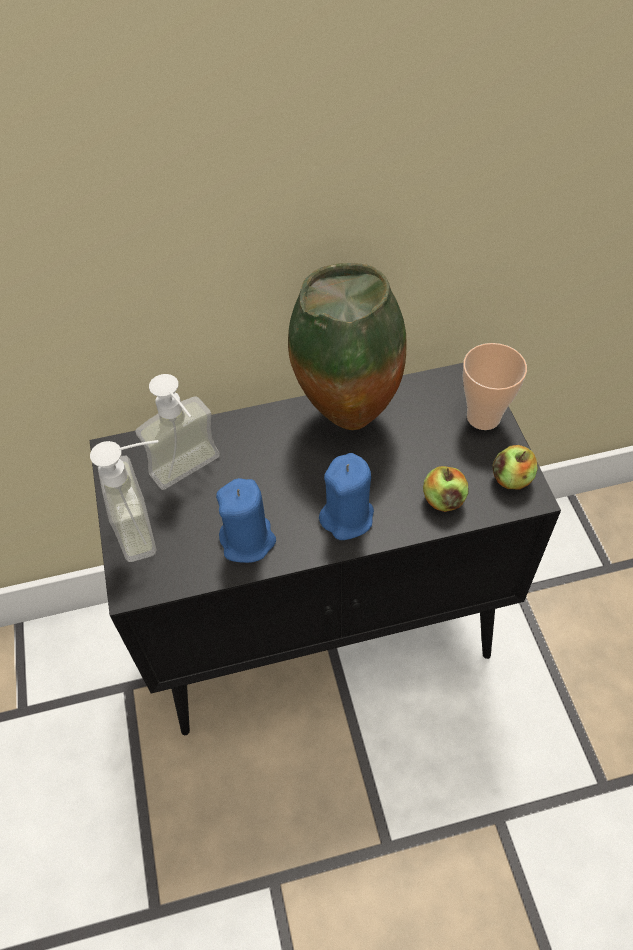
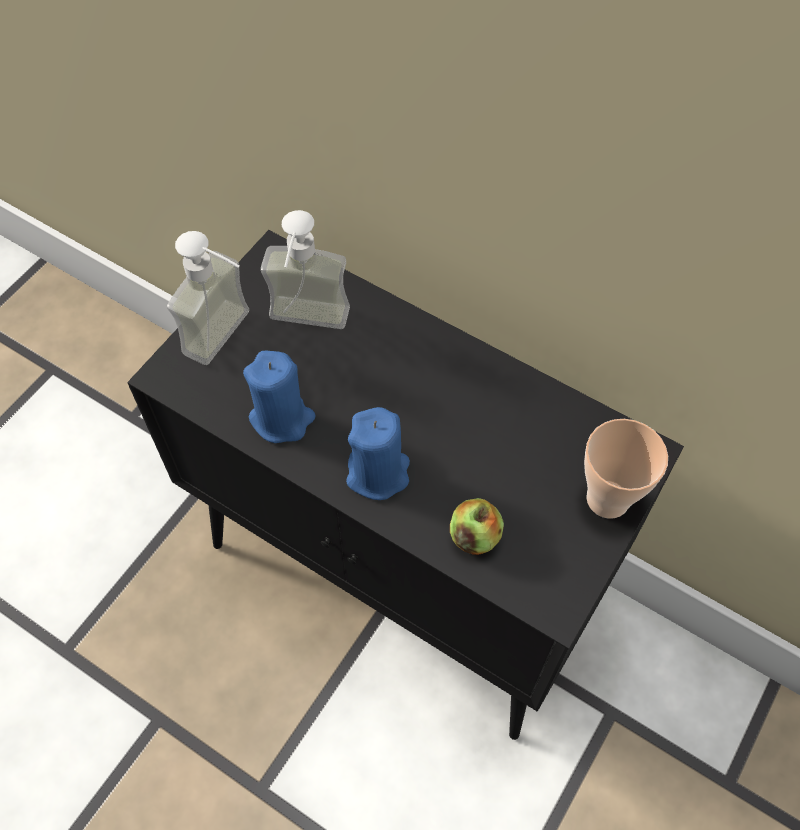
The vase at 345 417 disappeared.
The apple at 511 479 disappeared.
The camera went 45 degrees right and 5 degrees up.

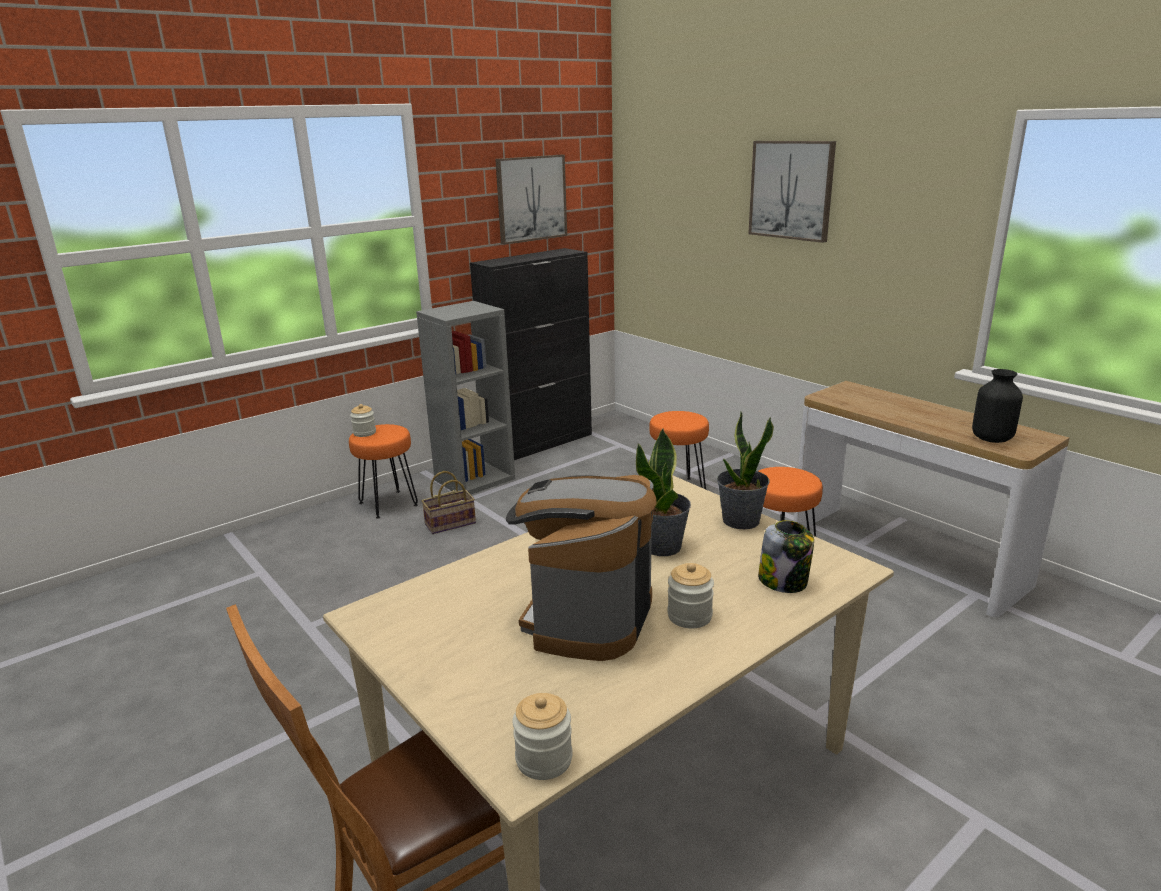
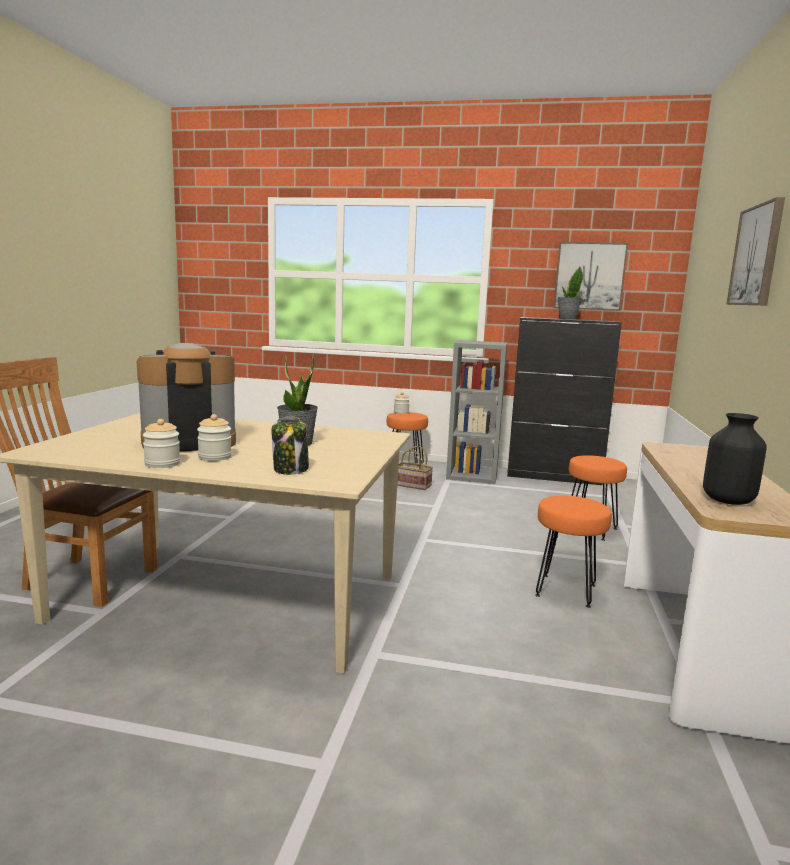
The jar moved from 544 759 to 162 464.
The potted plant moved from 740 521 to 567 319.
The camera went 50 degrees right and 10 degrees down.

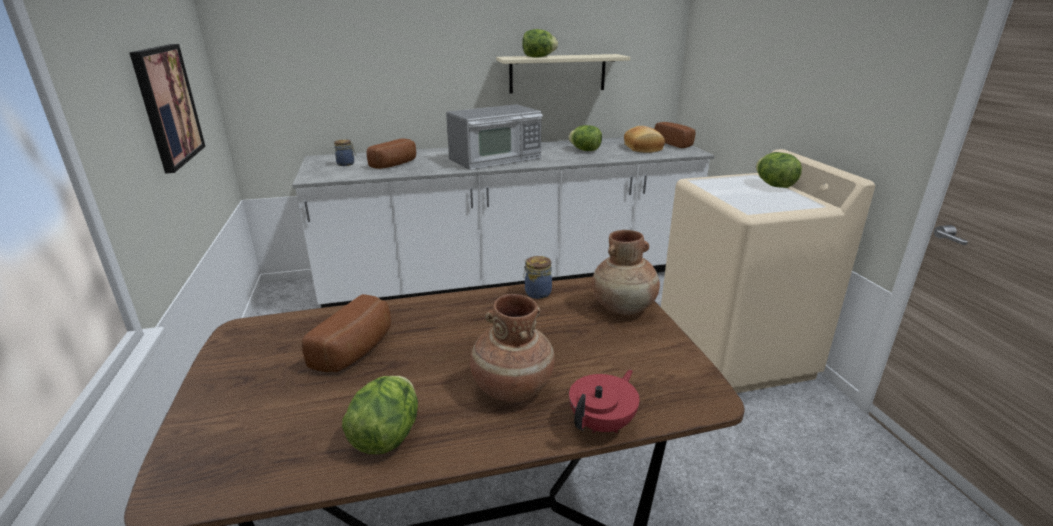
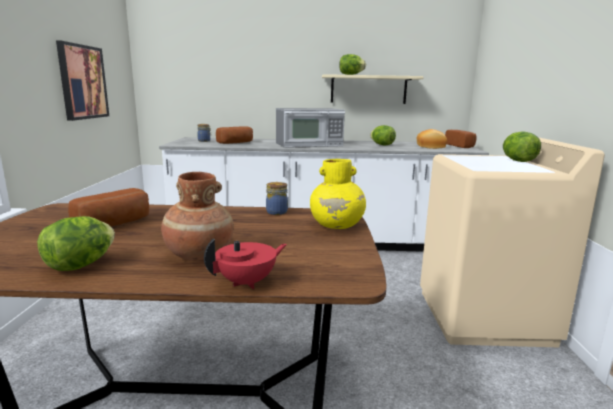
The brownish vase at 624 307 became the yellowish vase at 337 225.
The camera went 15 degrees right and 10 degrees down.

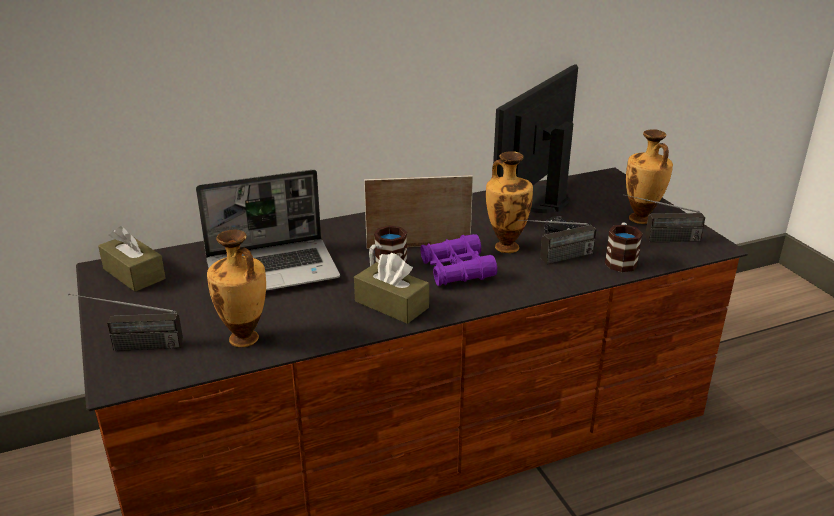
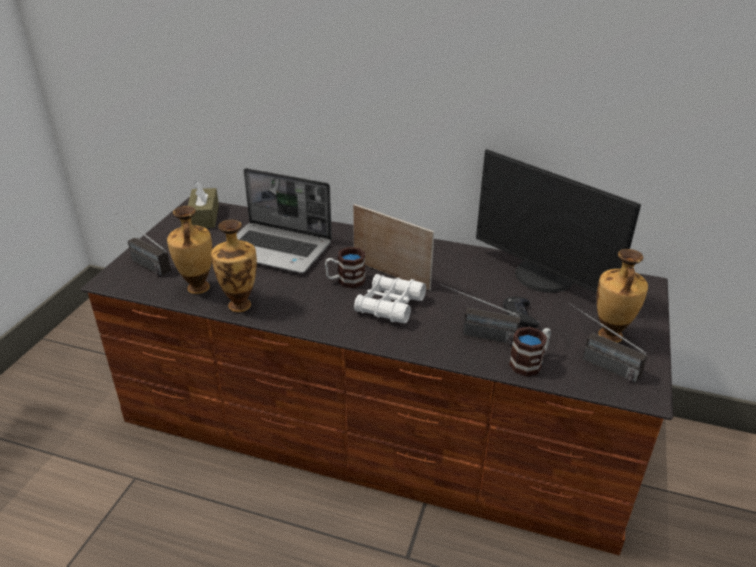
The vase moved from 505 246 to 240 304.
The purple-coloured pair of binoculars at 456 269 became the white-coloured pair of binoculars at 389 305.
The computer display at 537 199 turned 120 degrees counterclockwise.
The brownish box of tissues at 391 304 disappeared.
The camera went 40 degrees right and 5 degrees up.

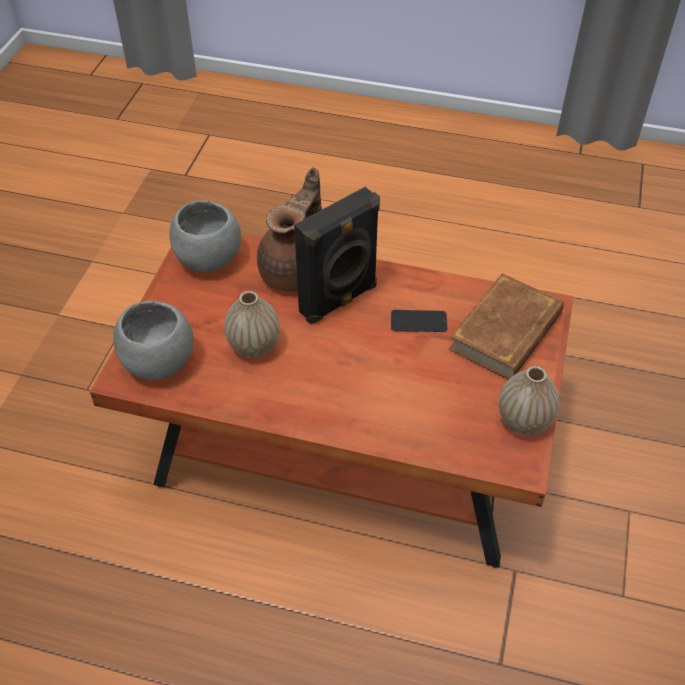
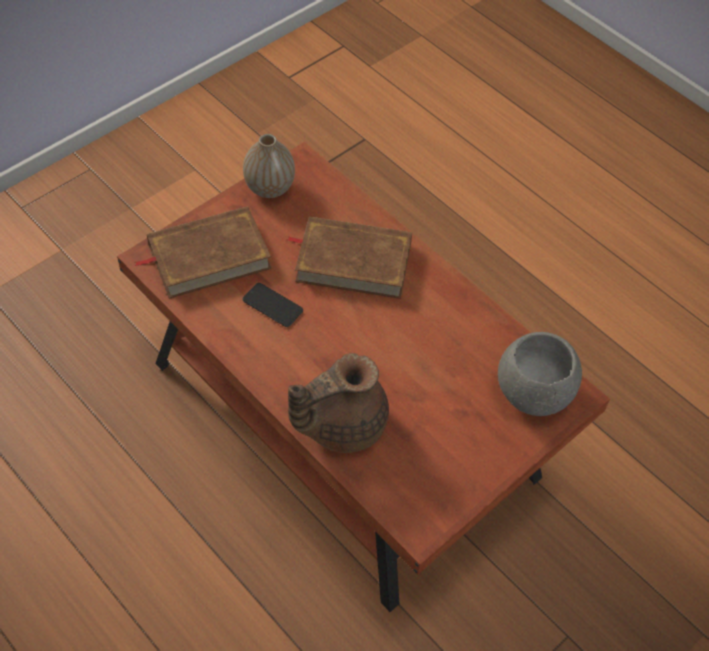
The brownish volume at 353 261 appeared.
The greyish deep dish at 208 260 disappeared.
The vase at 254 346 disappeared.
The black-coloured speaker at 340 300 disappeared.
The camera went 150 degrees left and 5 degrees up.

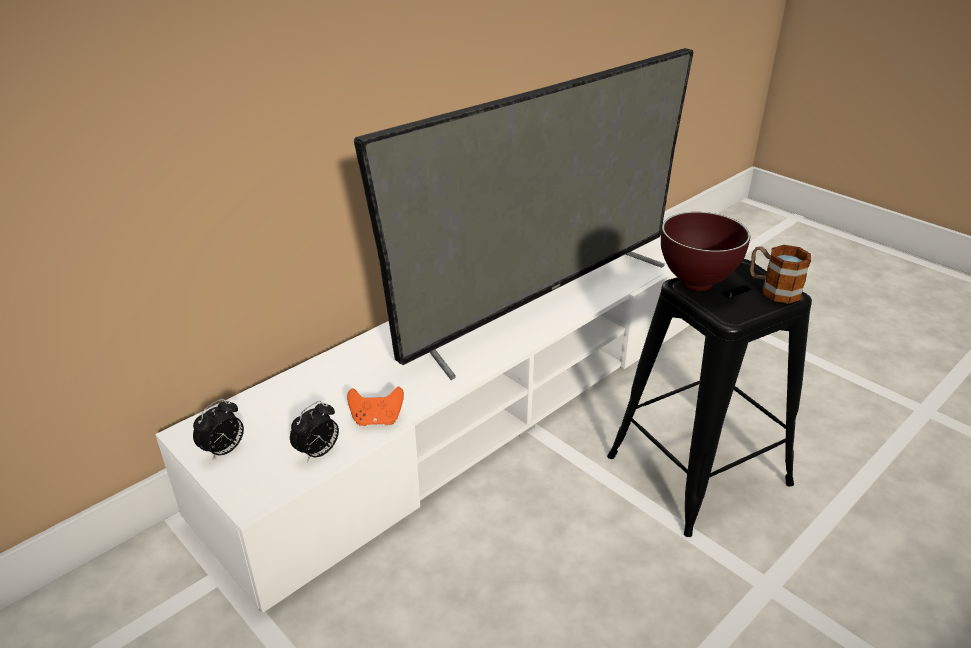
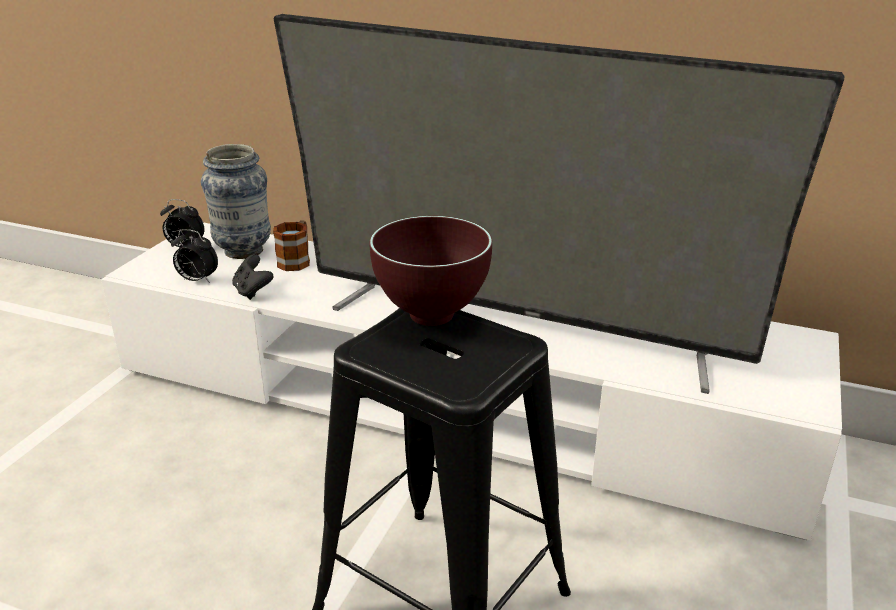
The vase at 243 251 appeared.
The orange-coloured game controller at 377 419 became the black-coloured game controller at 253 291.
The tea mug moved from 773 289 to 296 260.
The camera went 65 degrees right and 5 degrees down.

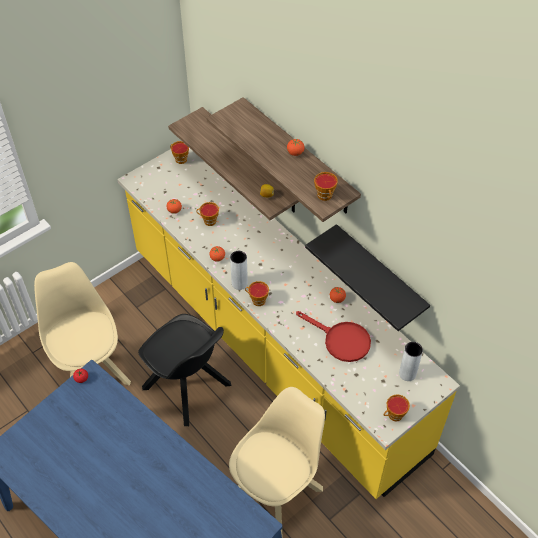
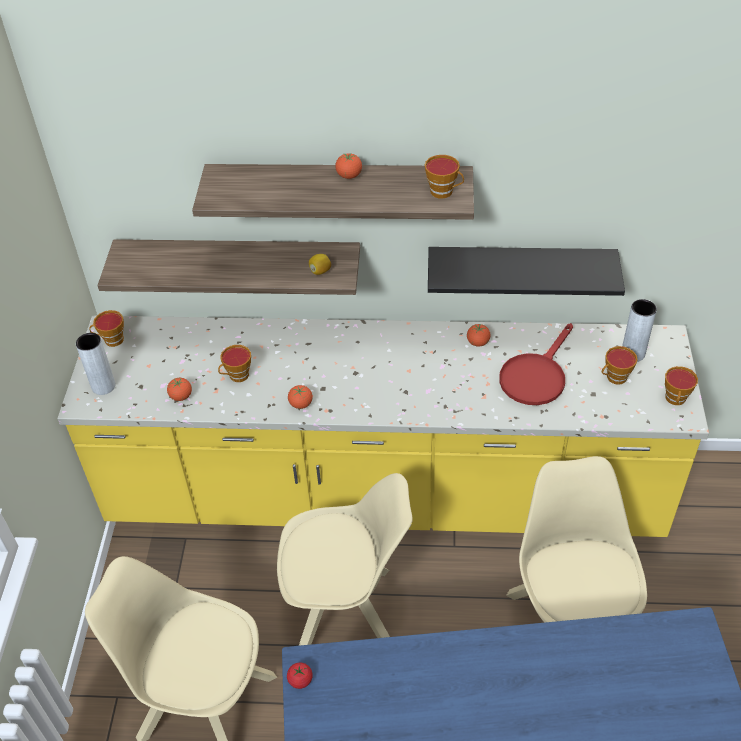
The greyish vase moved from 239 283 to 103 386.
The black-coloured plain chair at 188 388 became the sand-coloured plain chair at 347 616.
The reddish skillet at 341 340 turned 135 degrees clockwise.
The small cup moved from 256 300 to 614 378.
The camera went 45 degrees left and 5 degrees down.

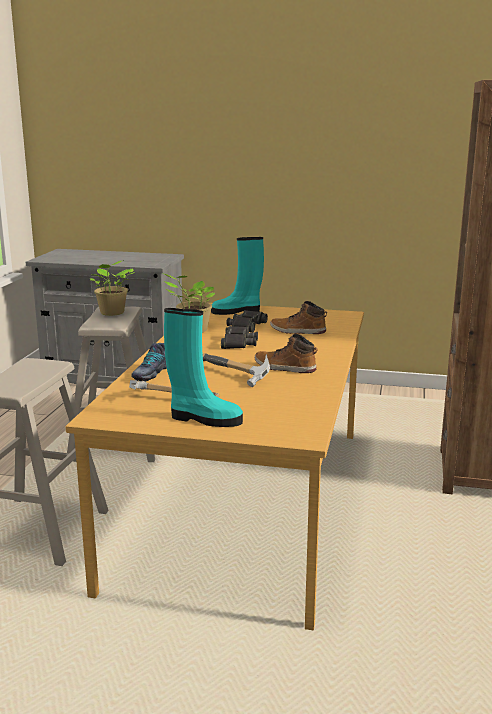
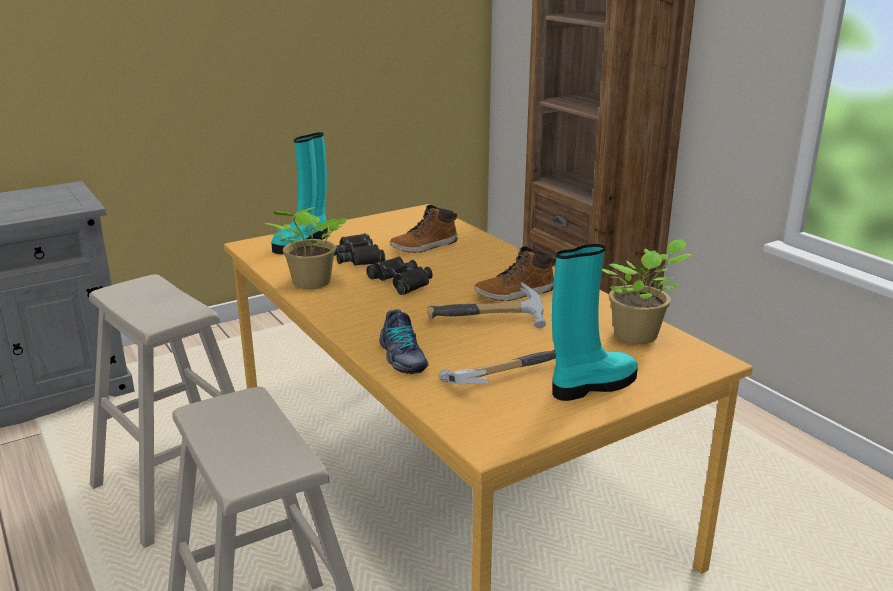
The potted plant moved from 112 313 to 639 336.
The camera went 45 degrees left and 5 degrees up.

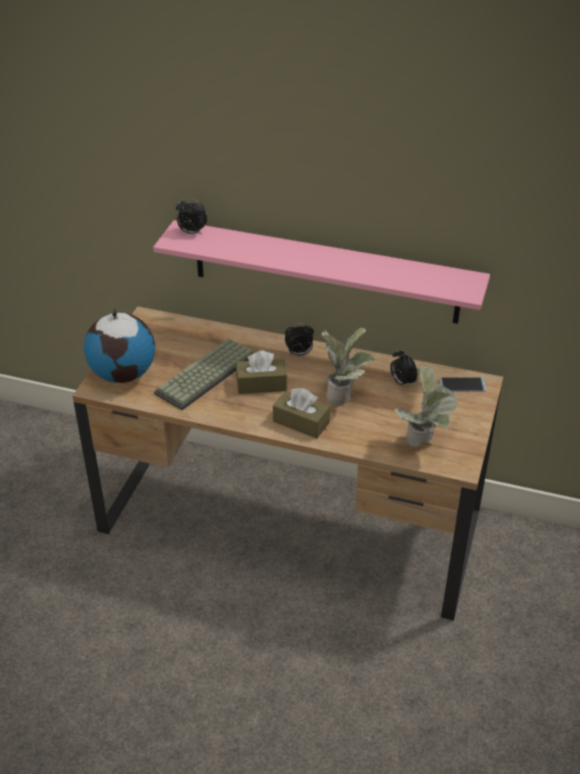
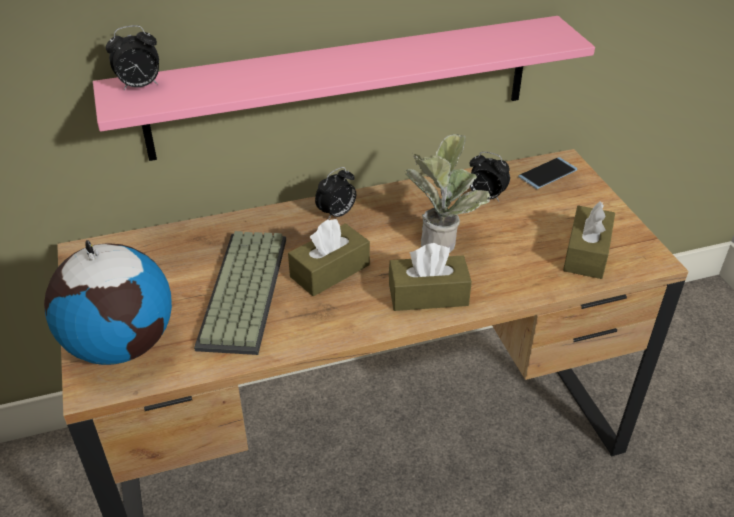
The potted plant at 424 443 was replaced by the brownish box of tissues at 586 253.
The camera went 35 degrees left and 0 degrees up.

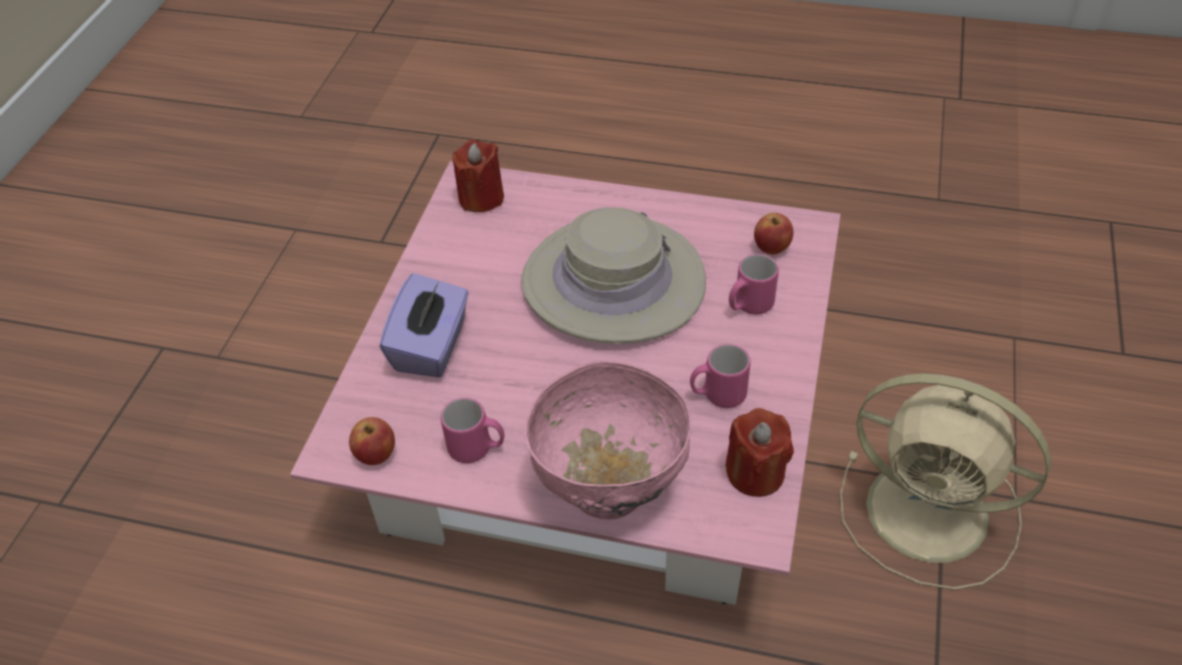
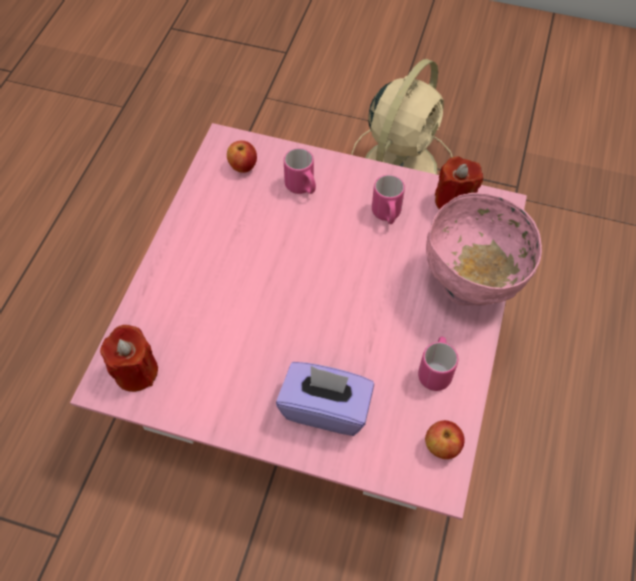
The sand-coloured wearable hat at 613 282 disappeared.
The camera went 90 degrees left and 10 degrees up.

